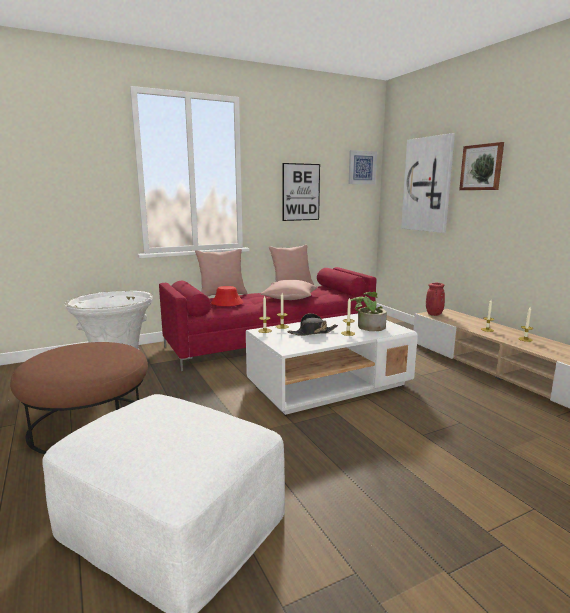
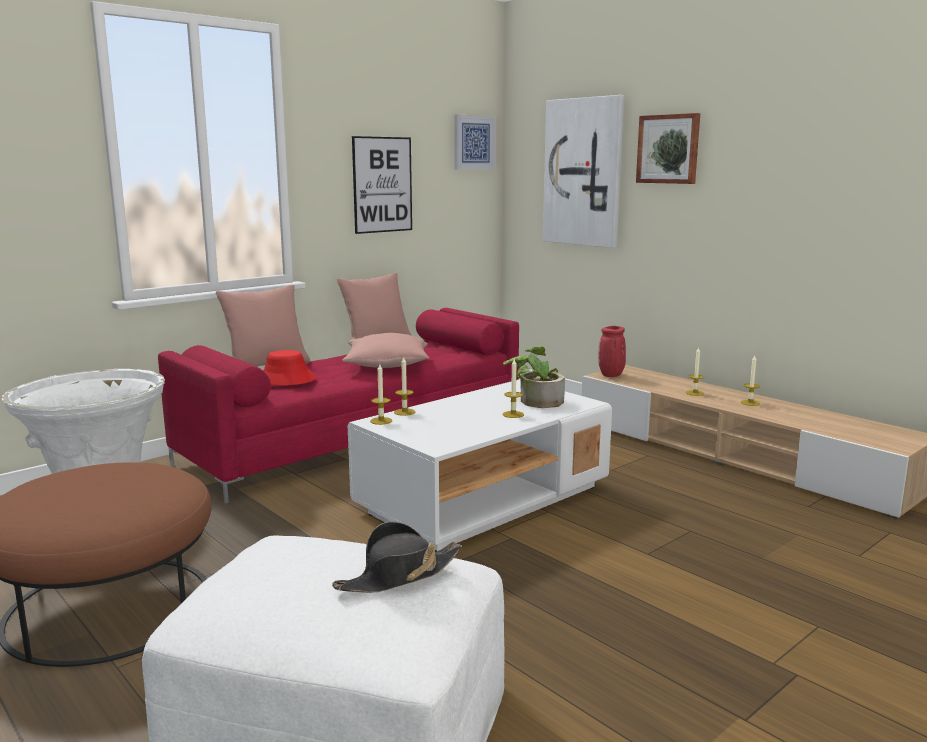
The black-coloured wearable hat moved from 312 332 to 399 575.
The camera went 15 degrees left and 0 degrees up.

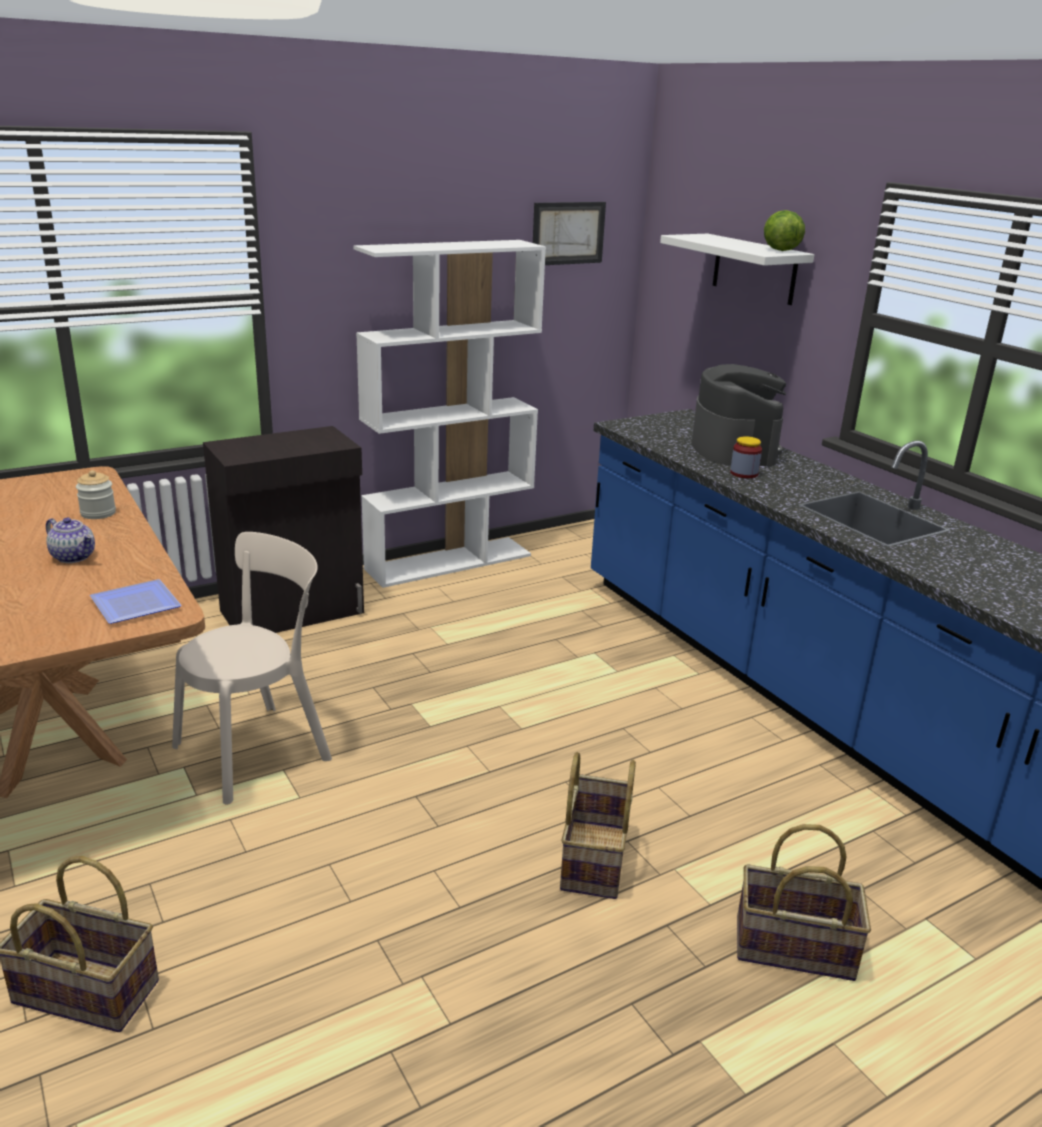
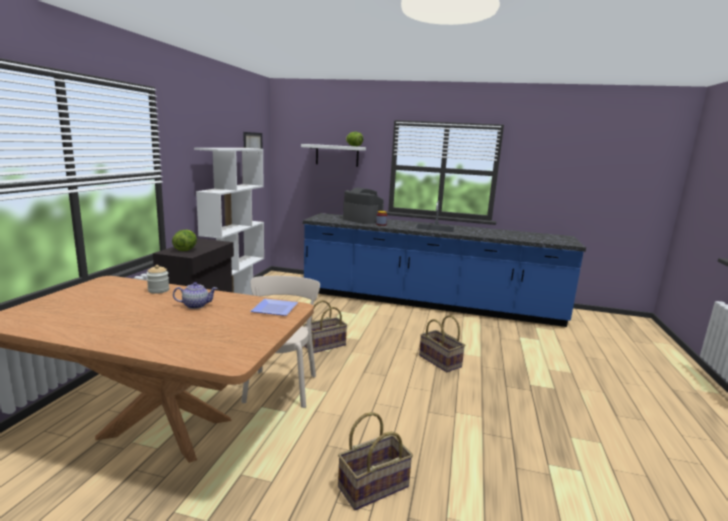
The head of lettuce at 185 250 appeared.
The storage basket moved from 793 949 to 324 345.
The camera went 45 degrees left and 10 degrees down.

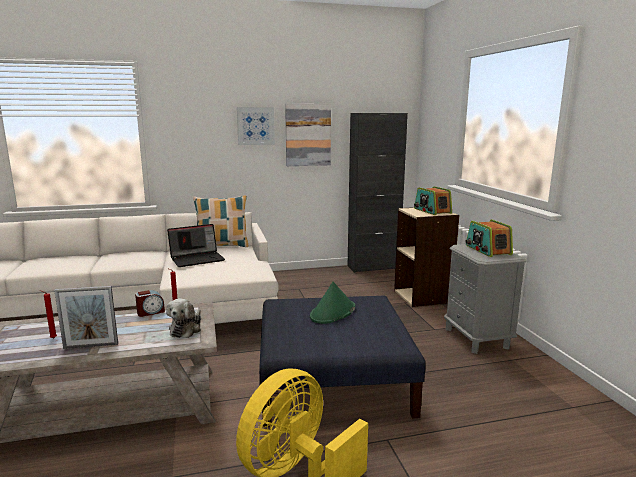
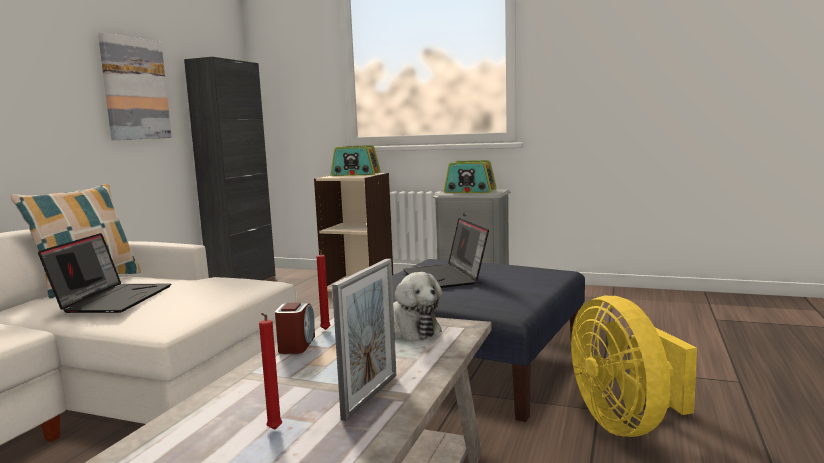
The greenish wearable hat at 332 312 was replaced by the laptop at 445 277.
The wall art at 255 126 disappeared.
The camera went 55 degrees left and 5 degrees down.

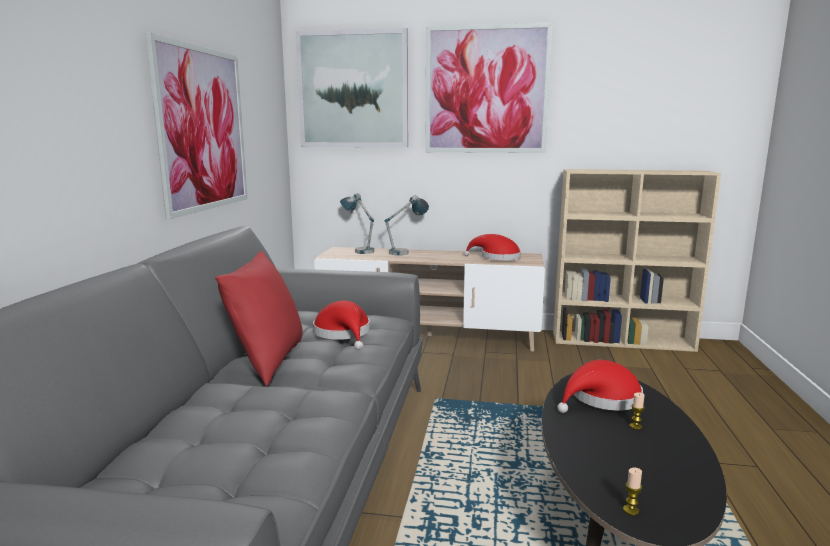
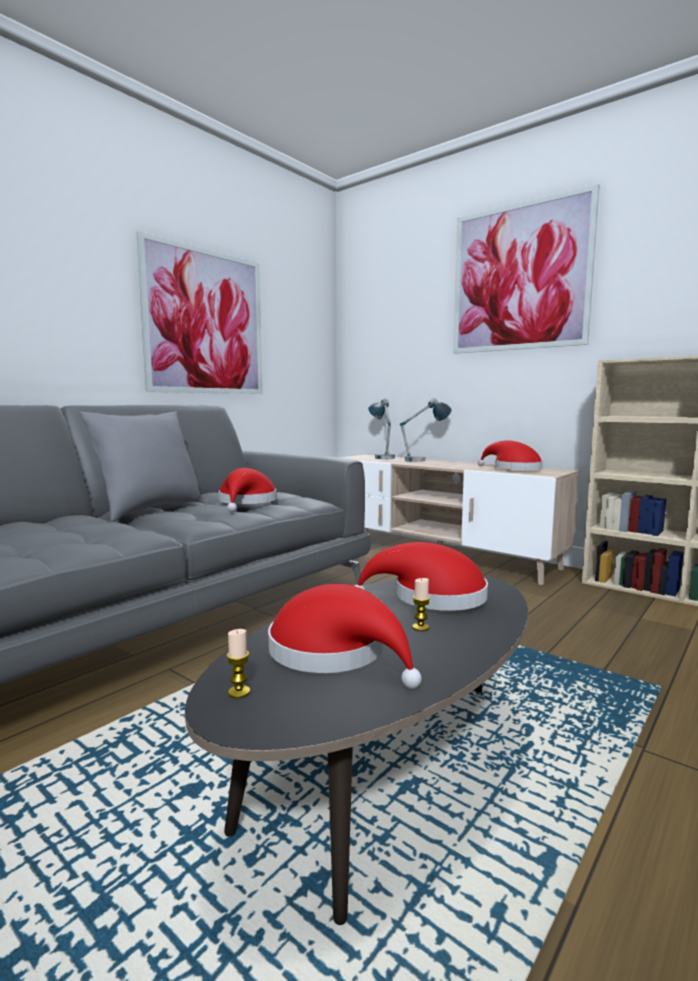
The reddish pillow at 267 362 became the greyish pillow at 149 510.
The reddish wearable hat at 335 653 appeared.
The wall art at 353 90 disappeared.
The camera went 30 degrees right and 5 degrees down.

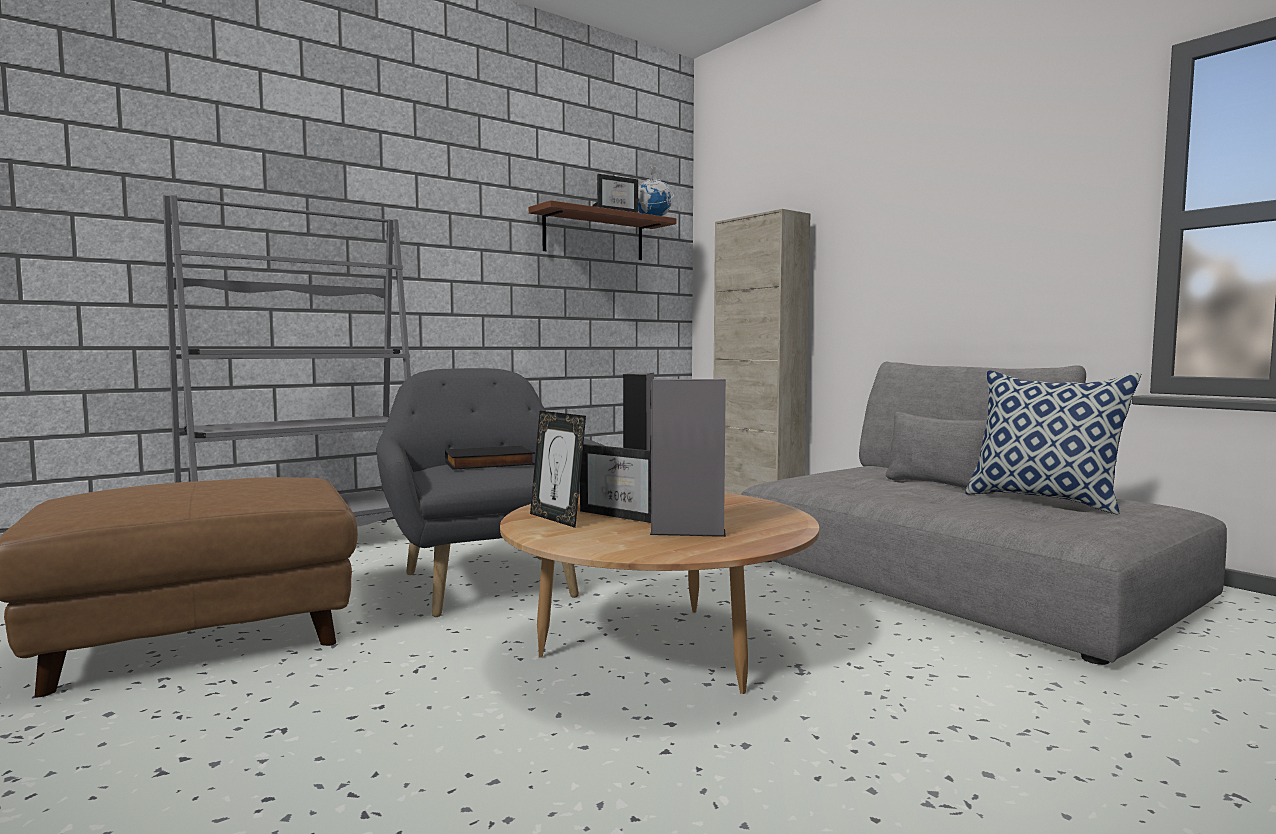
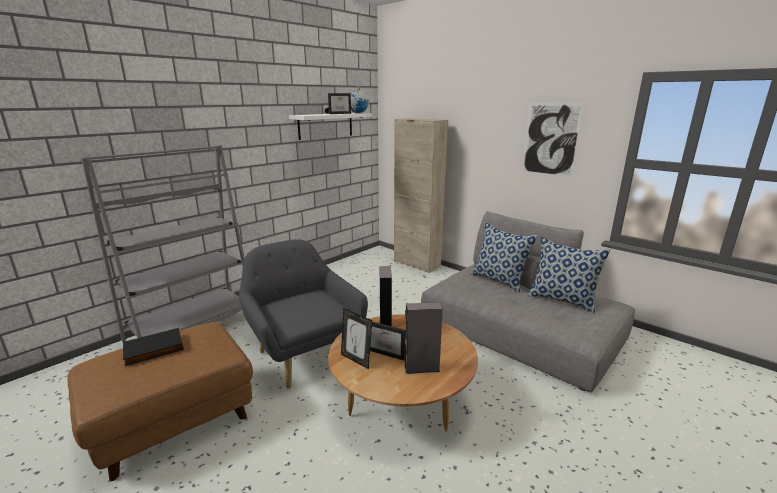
The black-coloured volume moved from 489 464 to 153 350.
The brownish shelf at 594 235 became the white-coloured shelf at 326 125.
The pillow at 499 280 appeared.
The wall art at 550 140 appeared.
The camera went 10 degrees left and 15 degrees up.

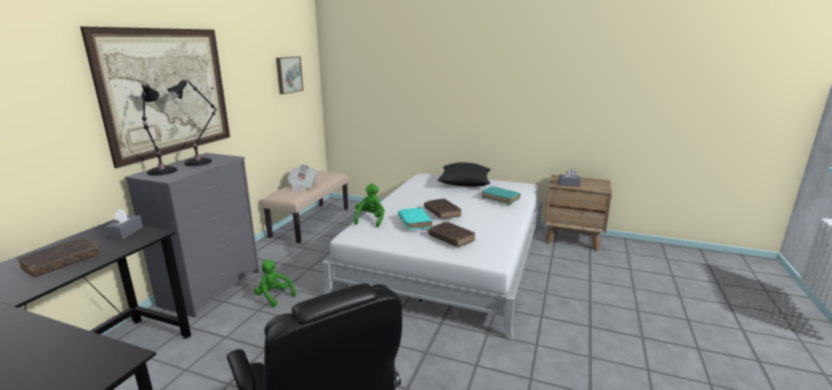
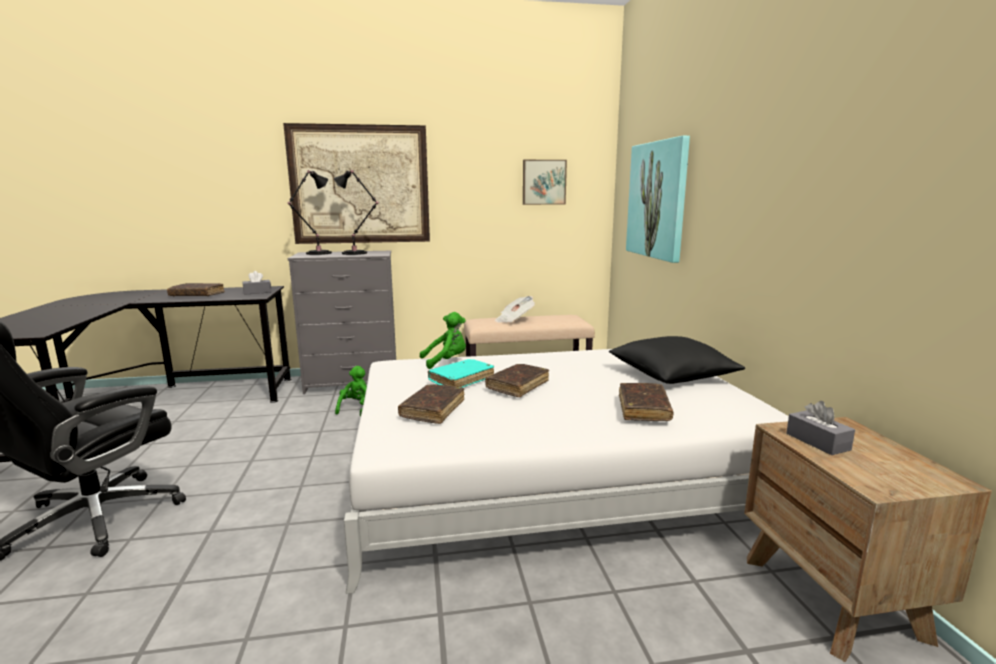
The blue-green volume at 500 199 became the brownish volume at 643 409.
The wall art at 657 200 appeared.
The camera went 60 degrees right and 5 degrees down.

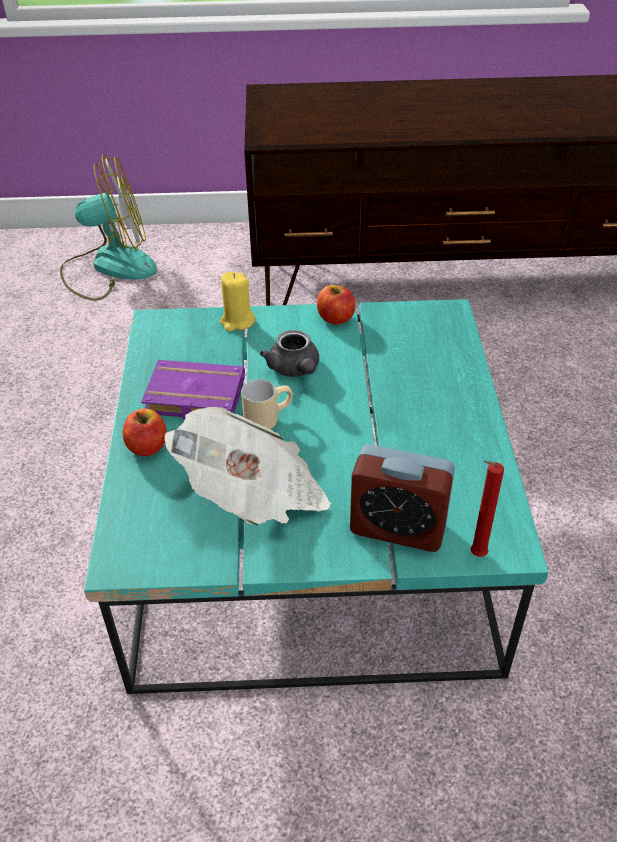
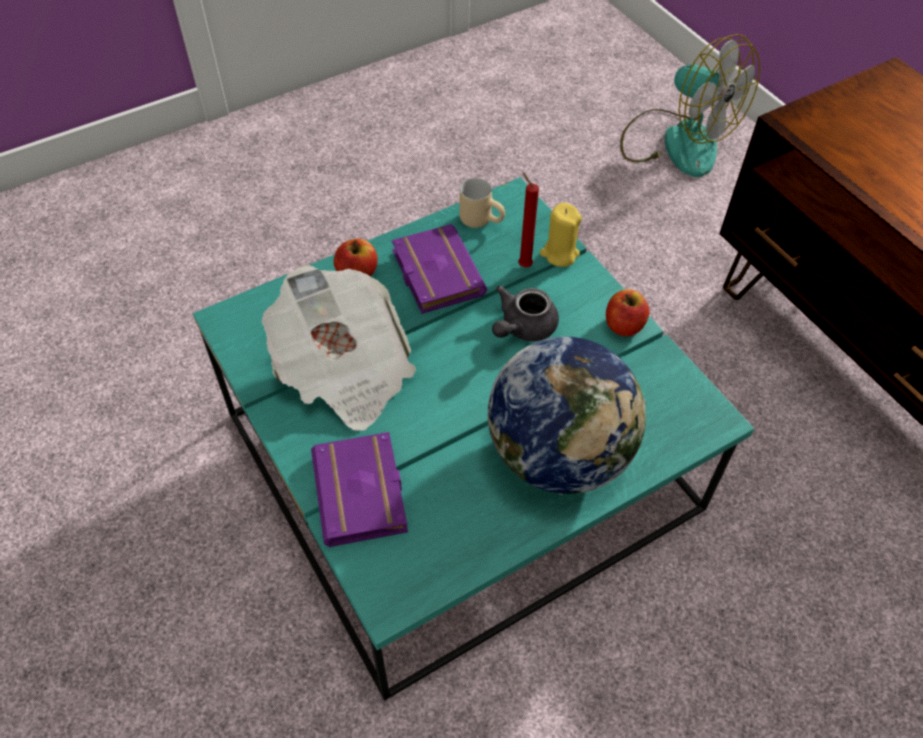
The table clock at 398 528 was replaced by the purple-coloured volume at 364 494.
The sand-coloured tea mug moved from 267 418 to 482 220.
The world globe at 559 454 appeared.
The reddish wax candle moved from 475 555 to 523 265.
The camera went 60 degrees right and 10 degrees up.

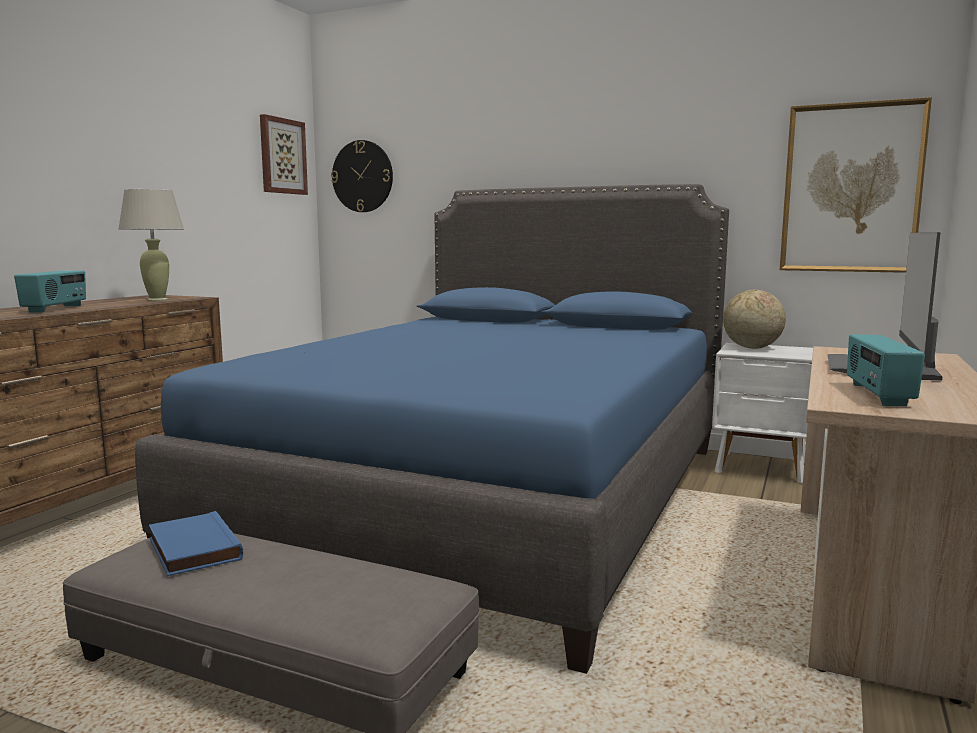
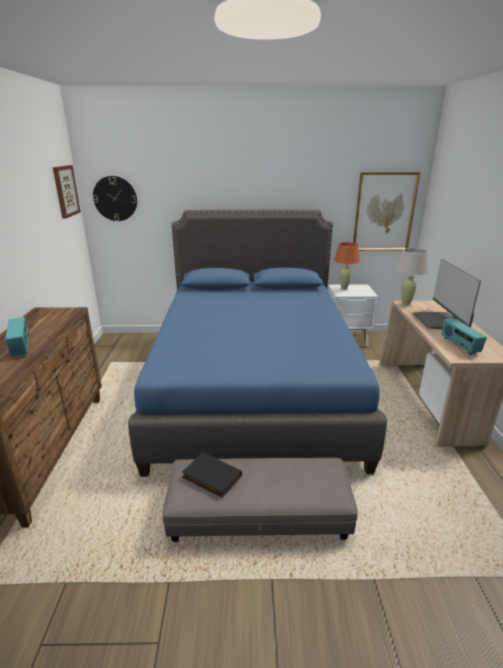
The bluish volume at 191 549 became the black-coloured volume at 211 477.
The world globe at 751 348 was replaced by the orange-coloured tabletop lamp at 344 289.
The sand-coloured tabletop lamp moved from 157 300 to 406 304.
The camera went 25 degrees left and 15 degrees up.

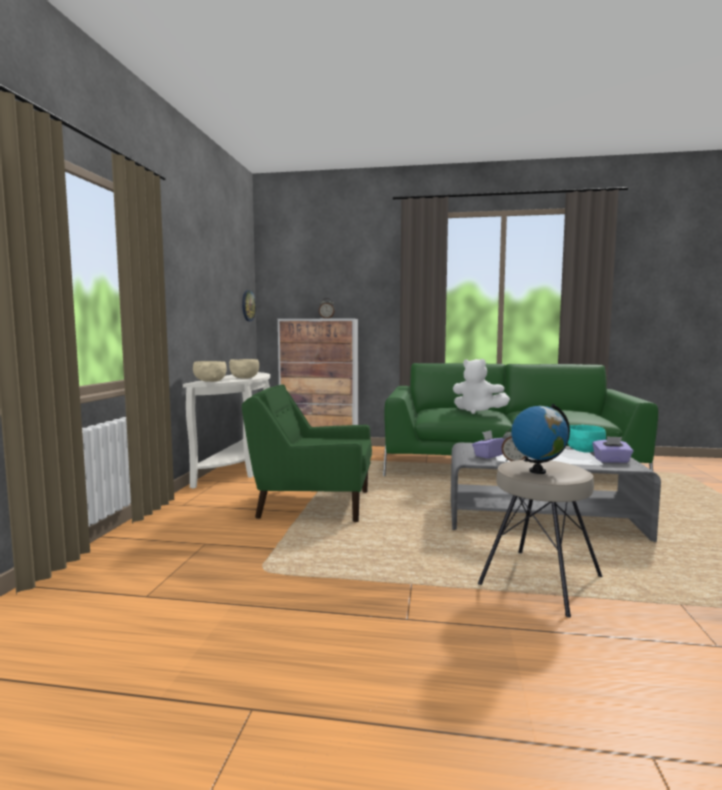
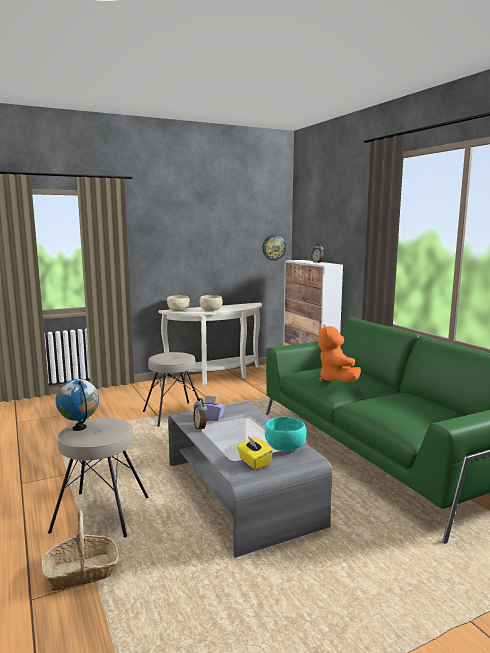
The storage basket at 82 571 appeared.
The greenish armchair at 312 504 was replaced by the sand-coloured stool seat at 173 414.
The purple-coloured box of tissues at 611 461 became the yellowish box of tissues at 254 462.
The white-coloured soft toy at 477 411 became the orange-coloured soft toy at 337 380.
The camera went 55 degrees right and 5 degrees up.

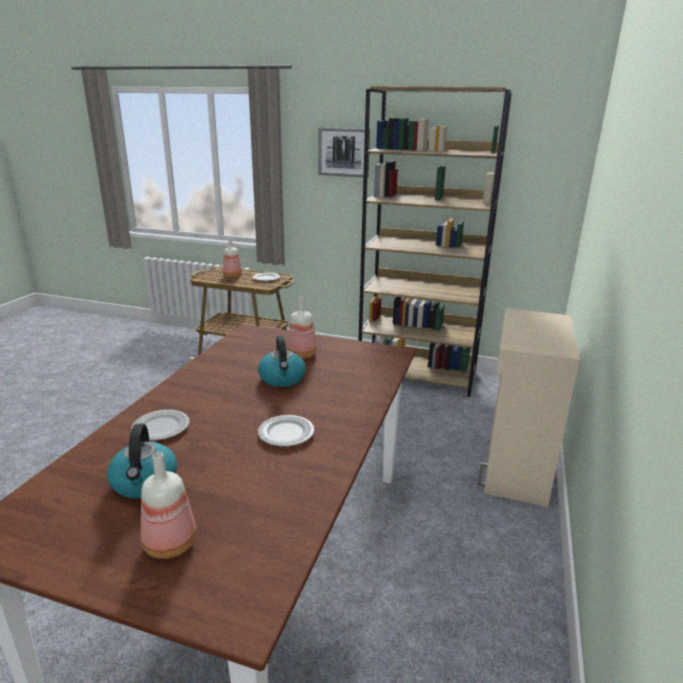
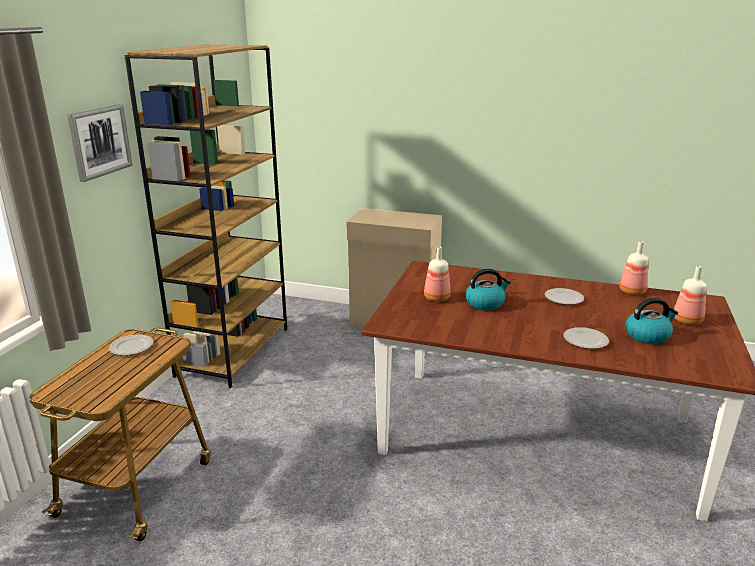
The drink bottle moved from 231 276 to 633 292.
The camera went 90 degrees left and 0 degrees up.

